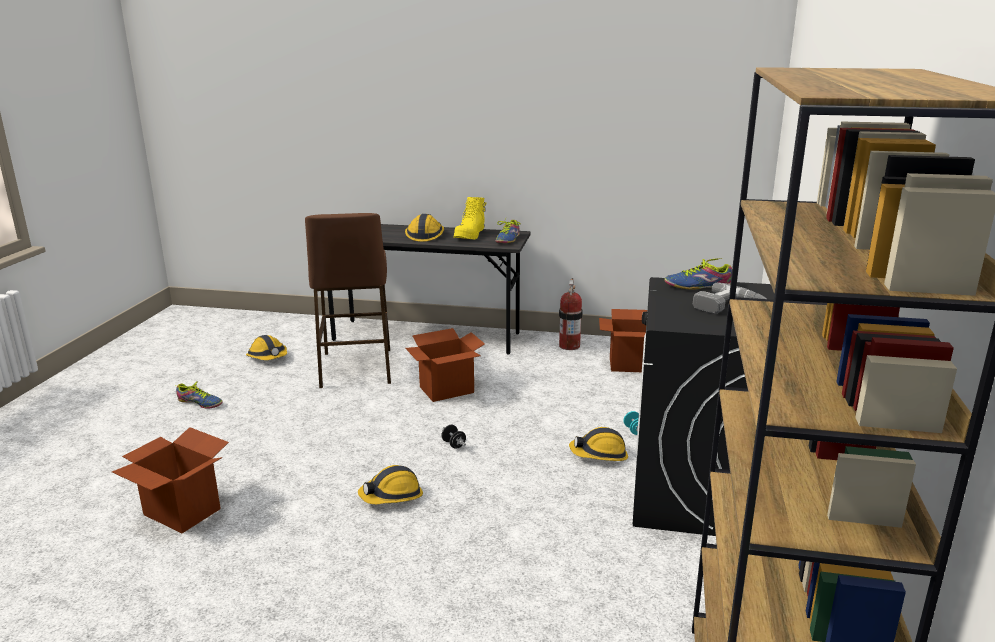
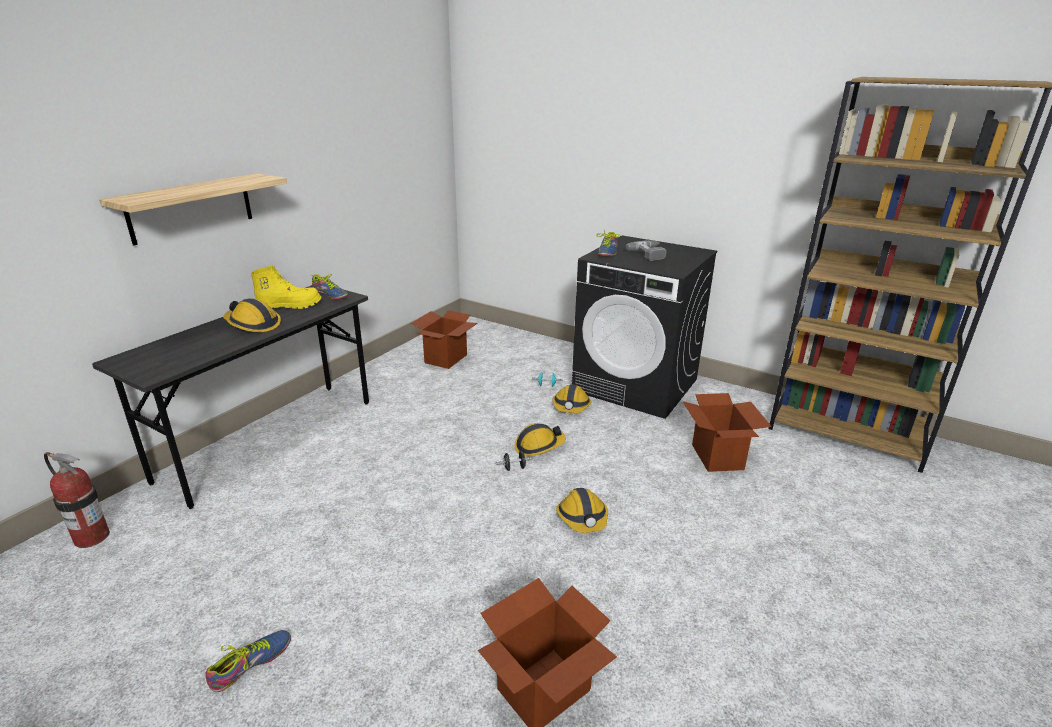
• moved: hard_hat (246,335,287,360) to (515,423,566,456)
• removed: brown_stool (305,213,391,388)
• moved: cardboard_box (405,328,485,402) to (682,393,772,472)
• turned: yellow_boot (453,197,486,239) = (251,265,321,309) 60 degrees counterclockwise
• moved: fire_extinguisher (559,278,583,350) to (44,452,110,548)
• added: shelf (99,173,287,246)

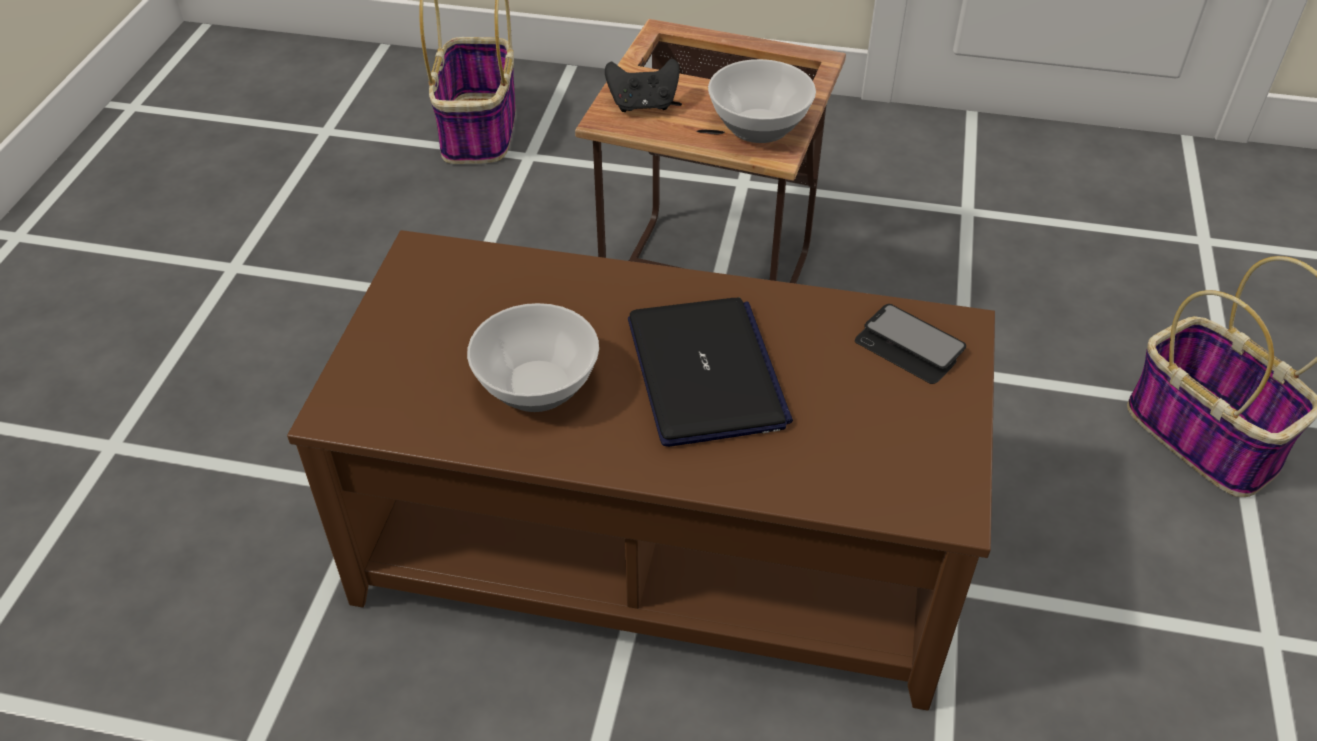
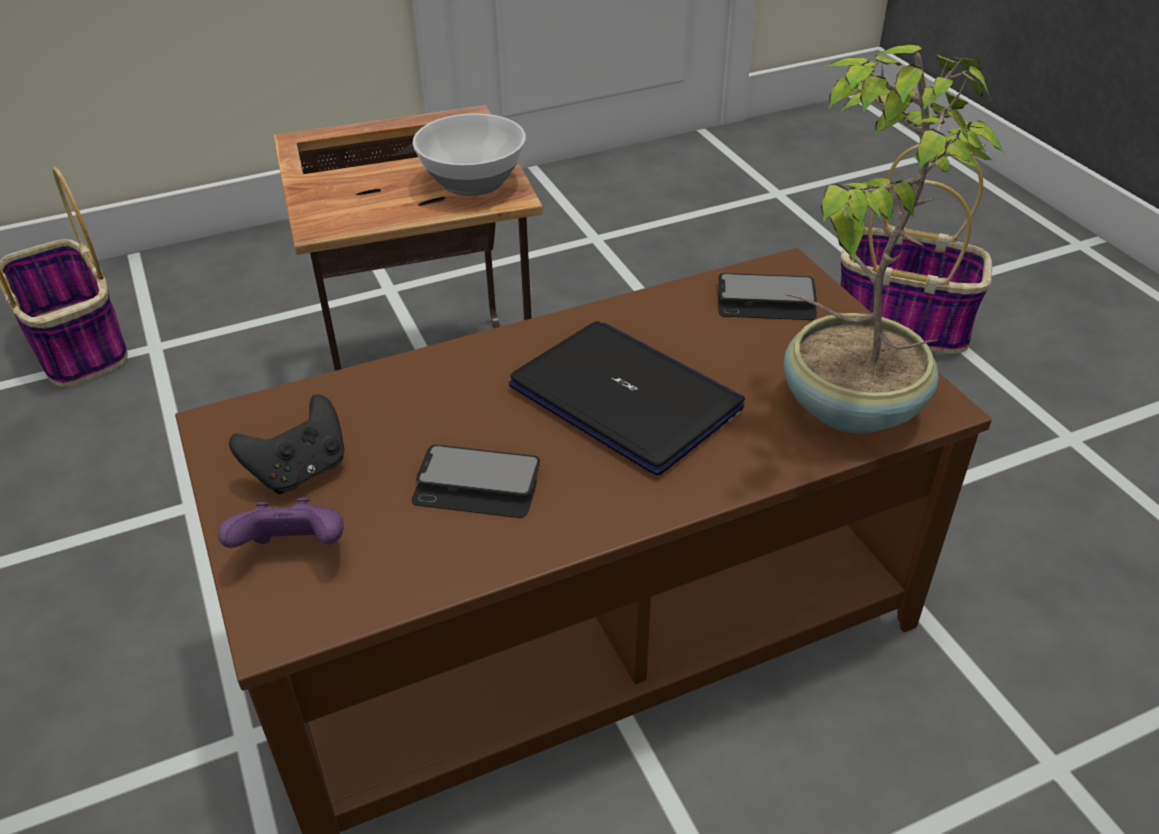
• replaced: bowl (467,303,599,412) to phone (412,445,540,518)
• moved: black_game_controller (605,58,680,112) to (229,395,344,494)
• added: purple_game_controller (218,498,344,548)
• added: potted_plant (784,45,1005,434)

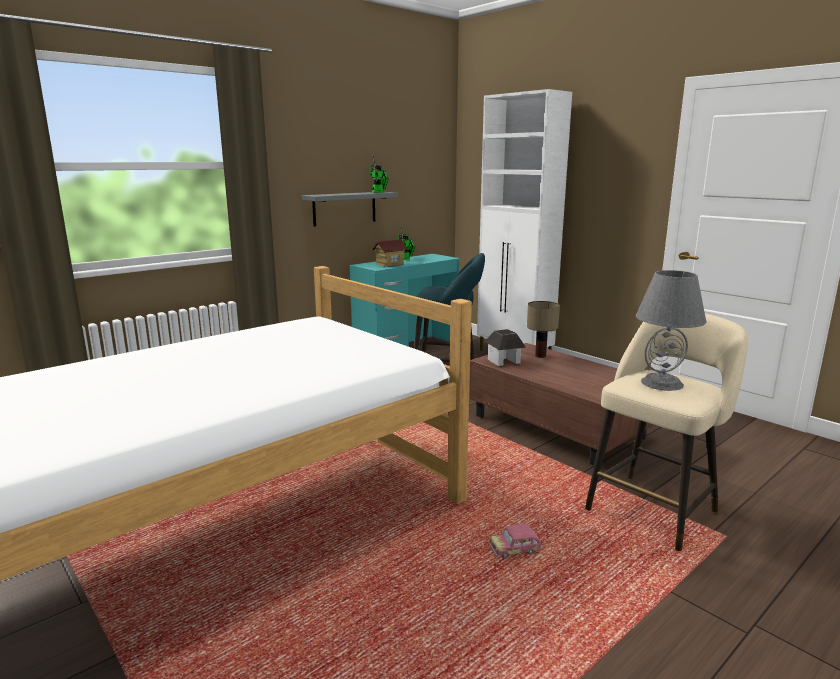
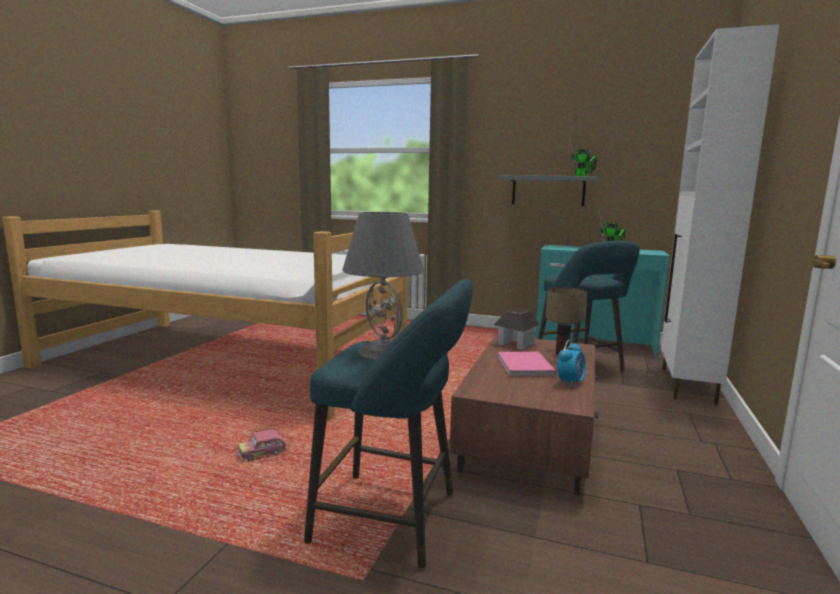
• removed: toy_house (371,239,409,267)
• turned: toy_car (489,524,542,558) = (238,430,287,461) 75 degrees counterclockwise
• recoloured: beige_stool (585,313,748,551) to turquoise_stool (304,279,473,569)
• added: pink_book (498,352,557,377)
• added: alarm_clock (557,340,586,388)

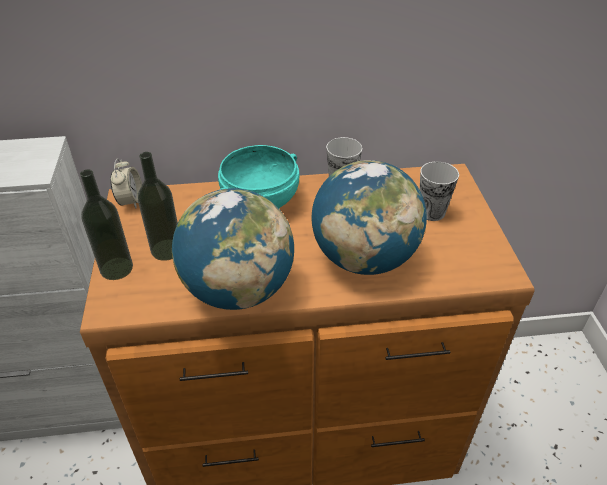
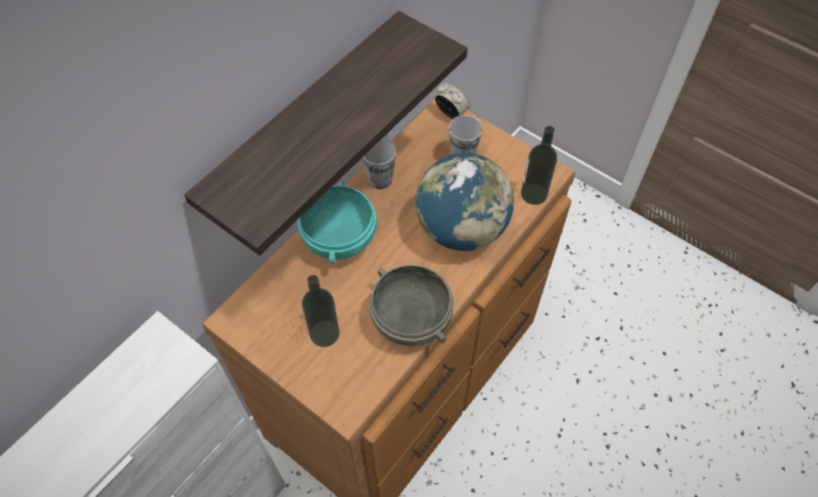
• moved: bottle (80,169,133,280) to (521,126,557,205)
• moved: alarm_clock (110,158,142,209) to (435,83,470,119)
• replaced: globe (172,188,294,310) to grey_bowl (369,265,454,346)
• added: shelf (184,11,468,256)

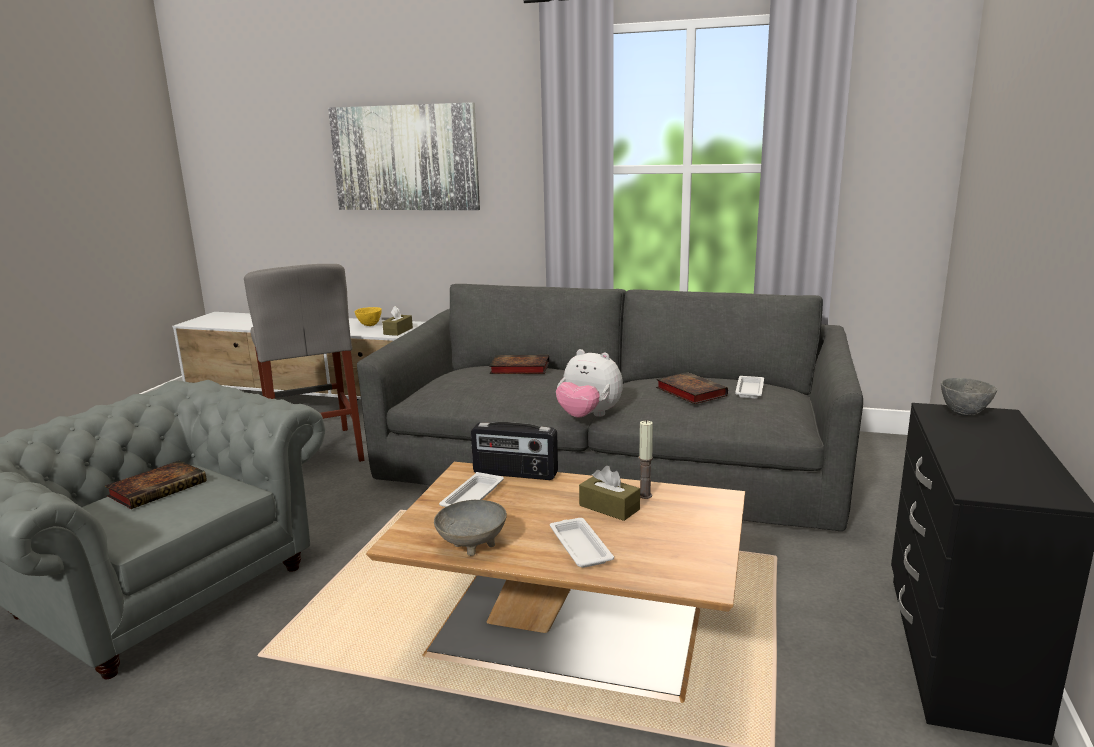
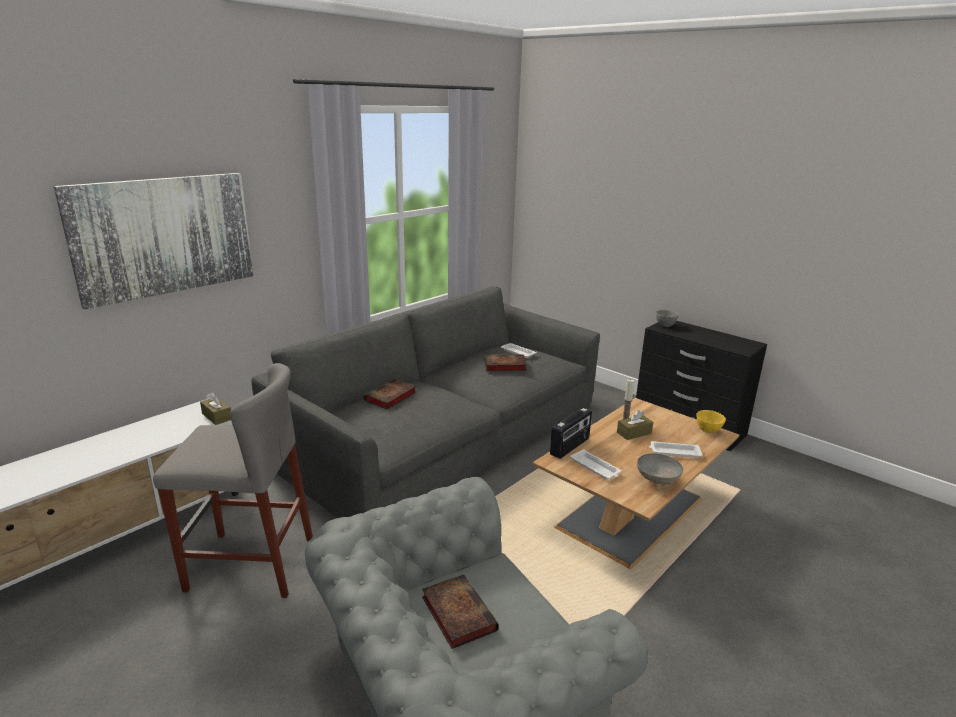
• moved: yellow_bowl (355,307,382,326) to (696,410,726,433)
• removed: plush_toy (556,349,623,418)

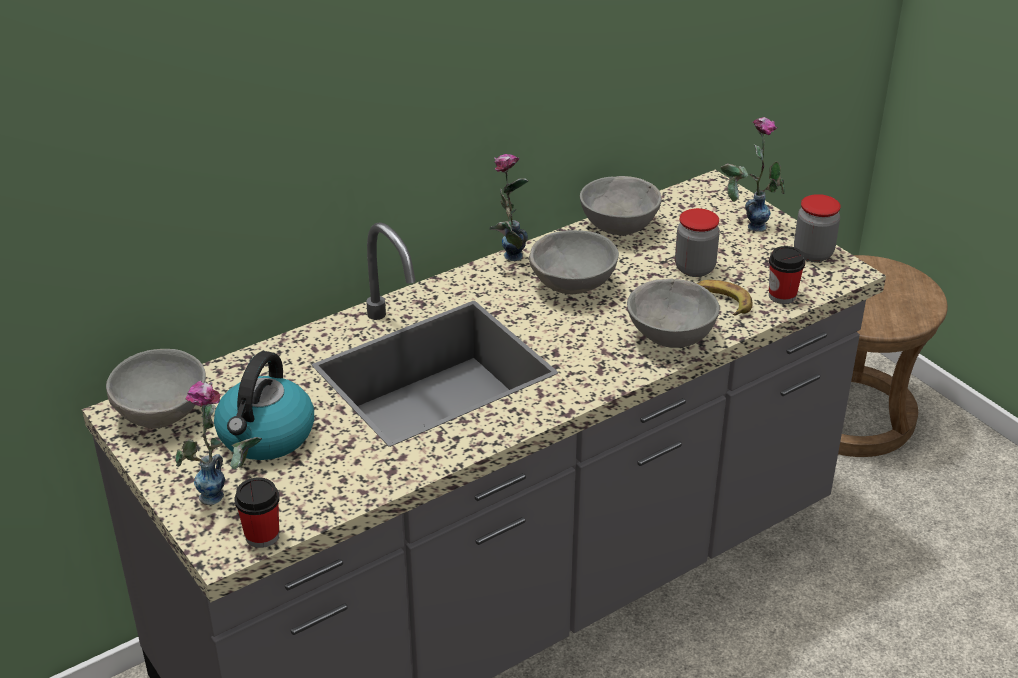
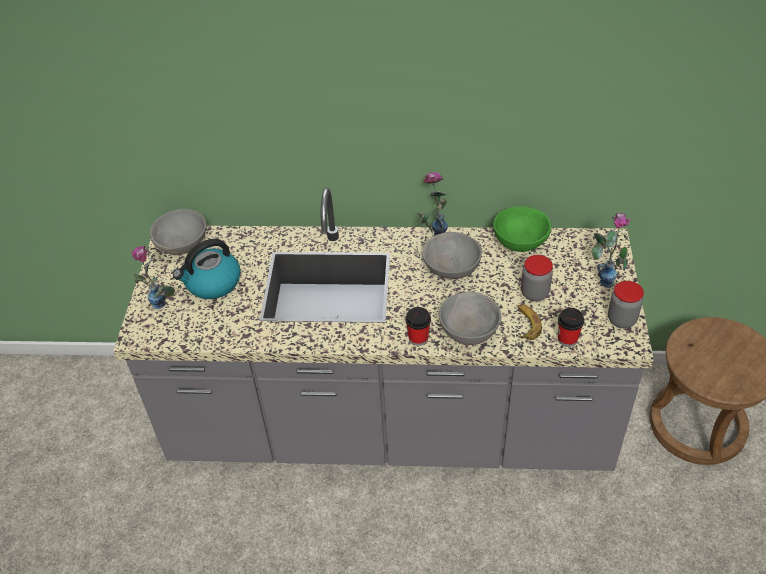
• moved: cup (234,477,280,548) to (405,307,431,346)
• recoloured: grey_bowl (580,176,662,235) to green_bowl (493,206,551,252)

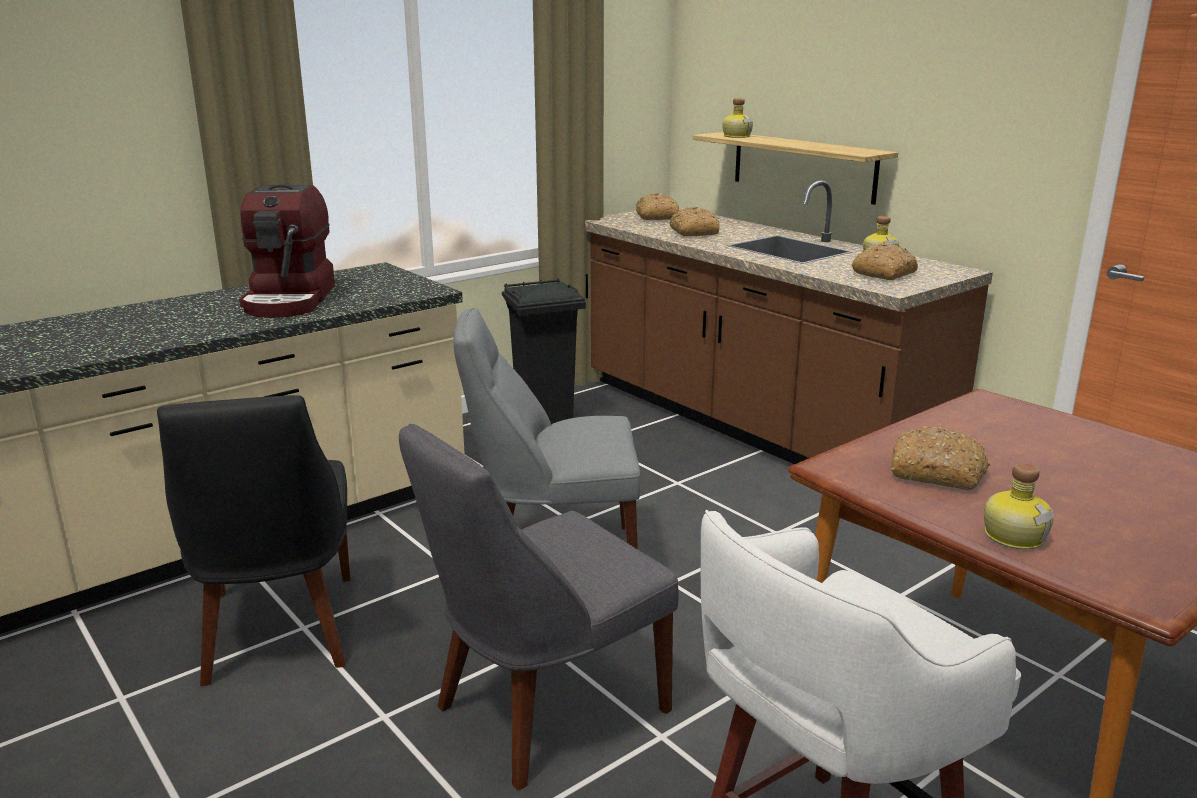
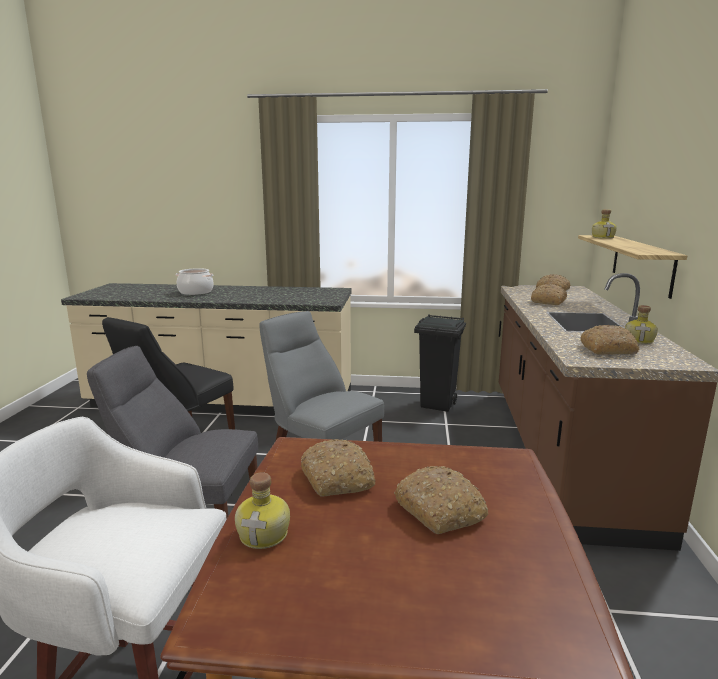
• removed: coffee_machine (239,184,335,318)
• added: cooking_pot (176,268,214,295)
• added: bread (394,466,488,534)

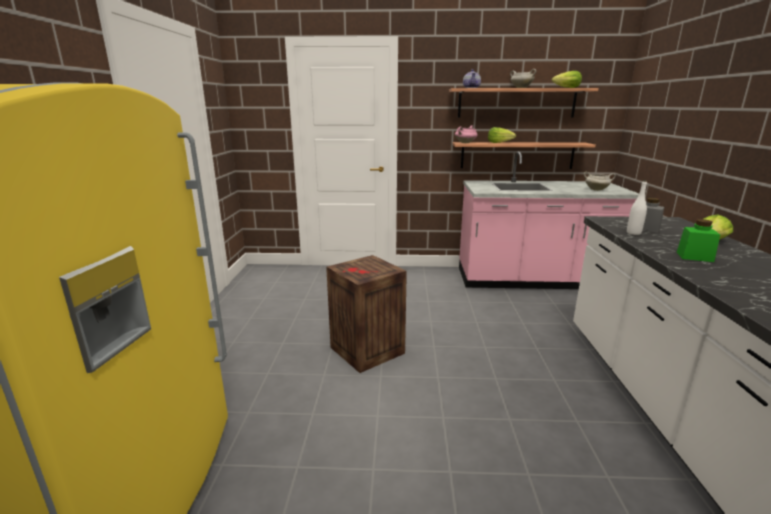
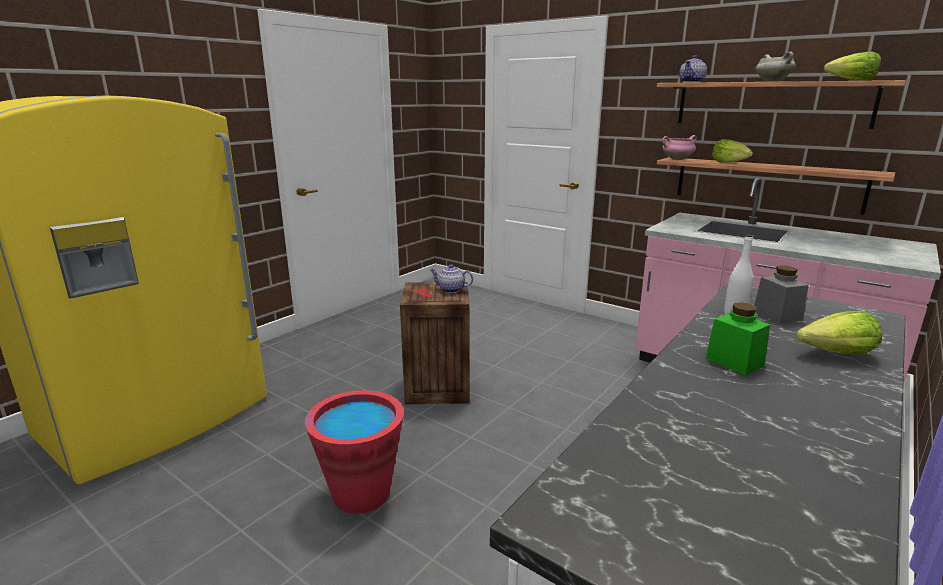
• removed: white_cooking_pot (584,172,615,191)
• added: red_bucket (305,390,404,514)
• added: teapot (430,264,473,293)

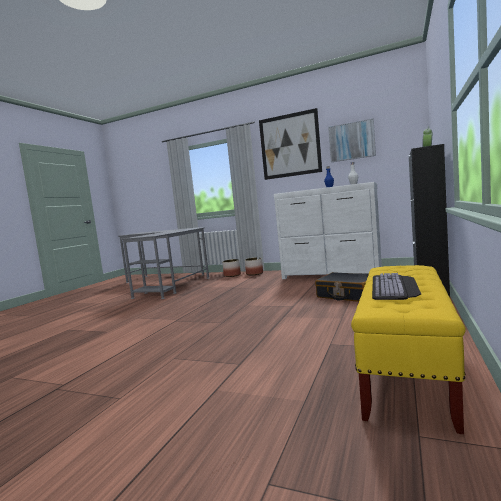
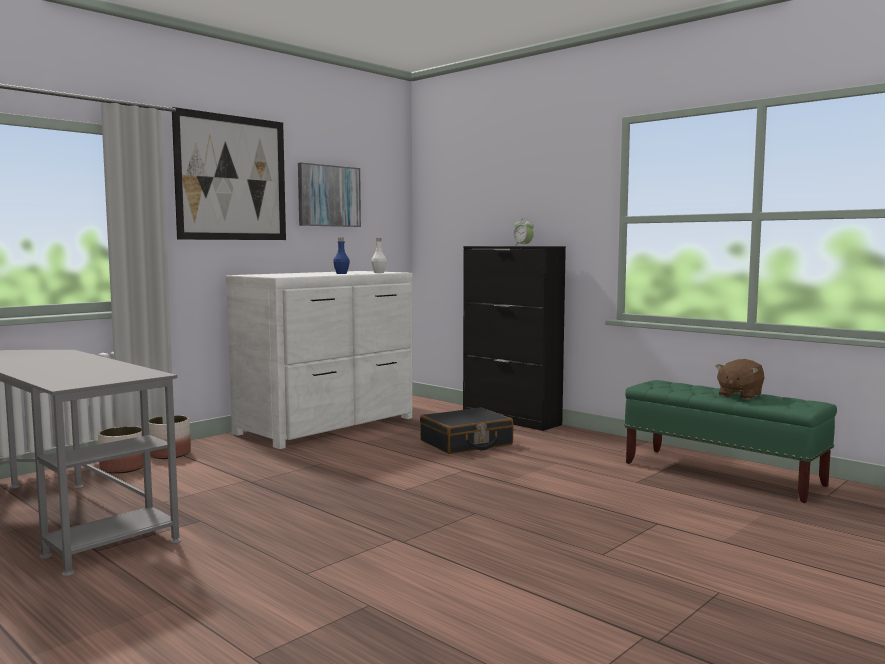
• recoloured: yellow_bench (351,265,466,434) to green_bench (624,380,837,503)
• replaced: keyboard (372,273,421,300) to brown_plush_toy (716,359,765,400)

